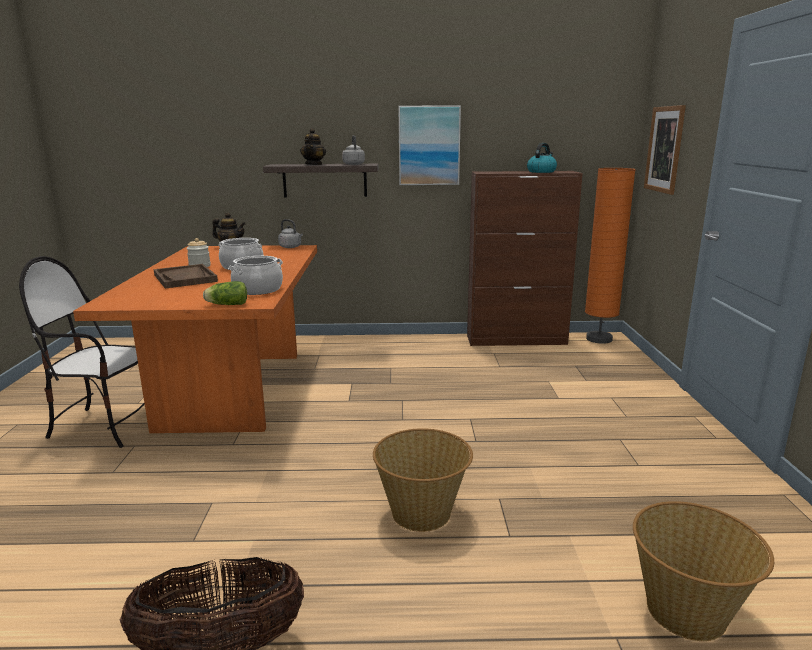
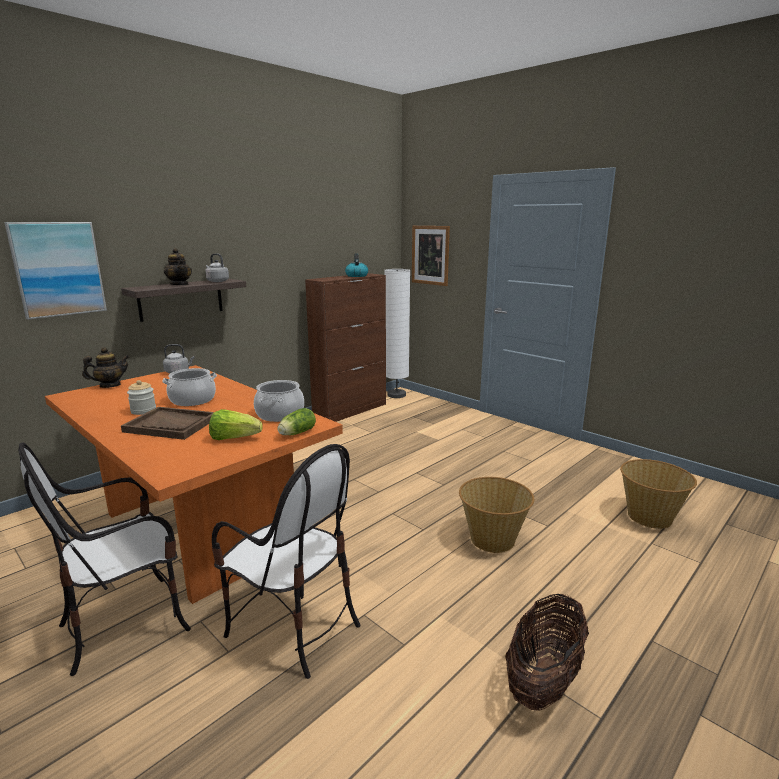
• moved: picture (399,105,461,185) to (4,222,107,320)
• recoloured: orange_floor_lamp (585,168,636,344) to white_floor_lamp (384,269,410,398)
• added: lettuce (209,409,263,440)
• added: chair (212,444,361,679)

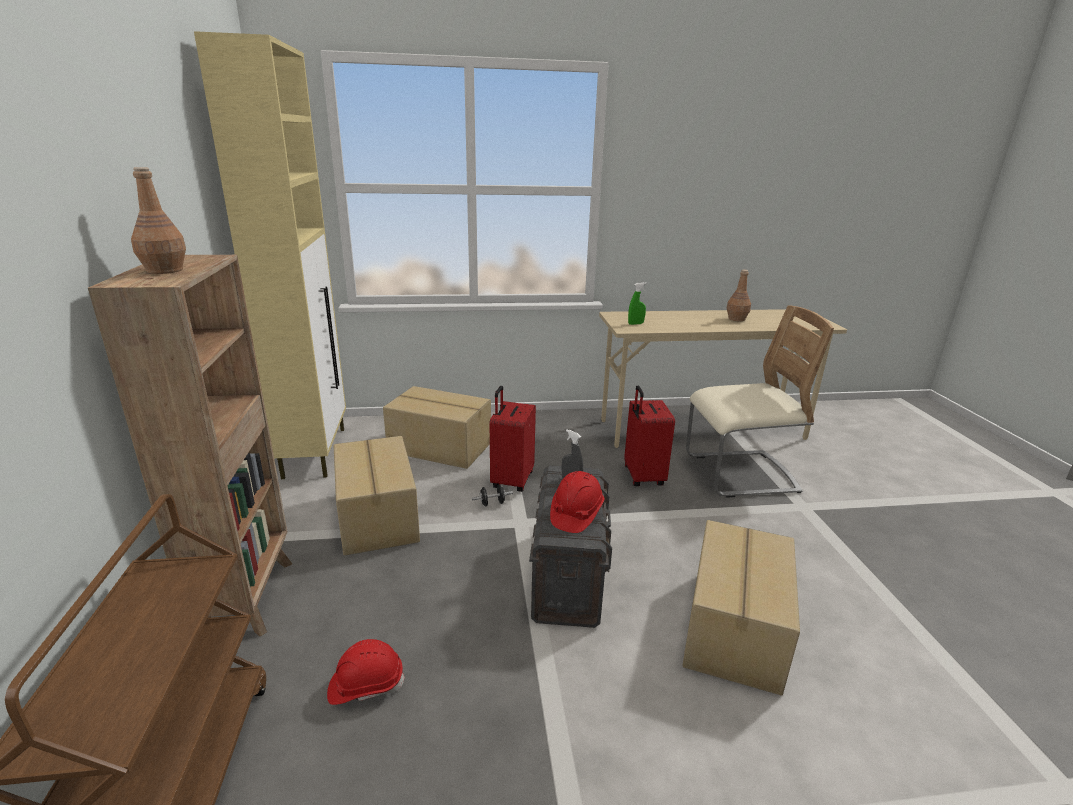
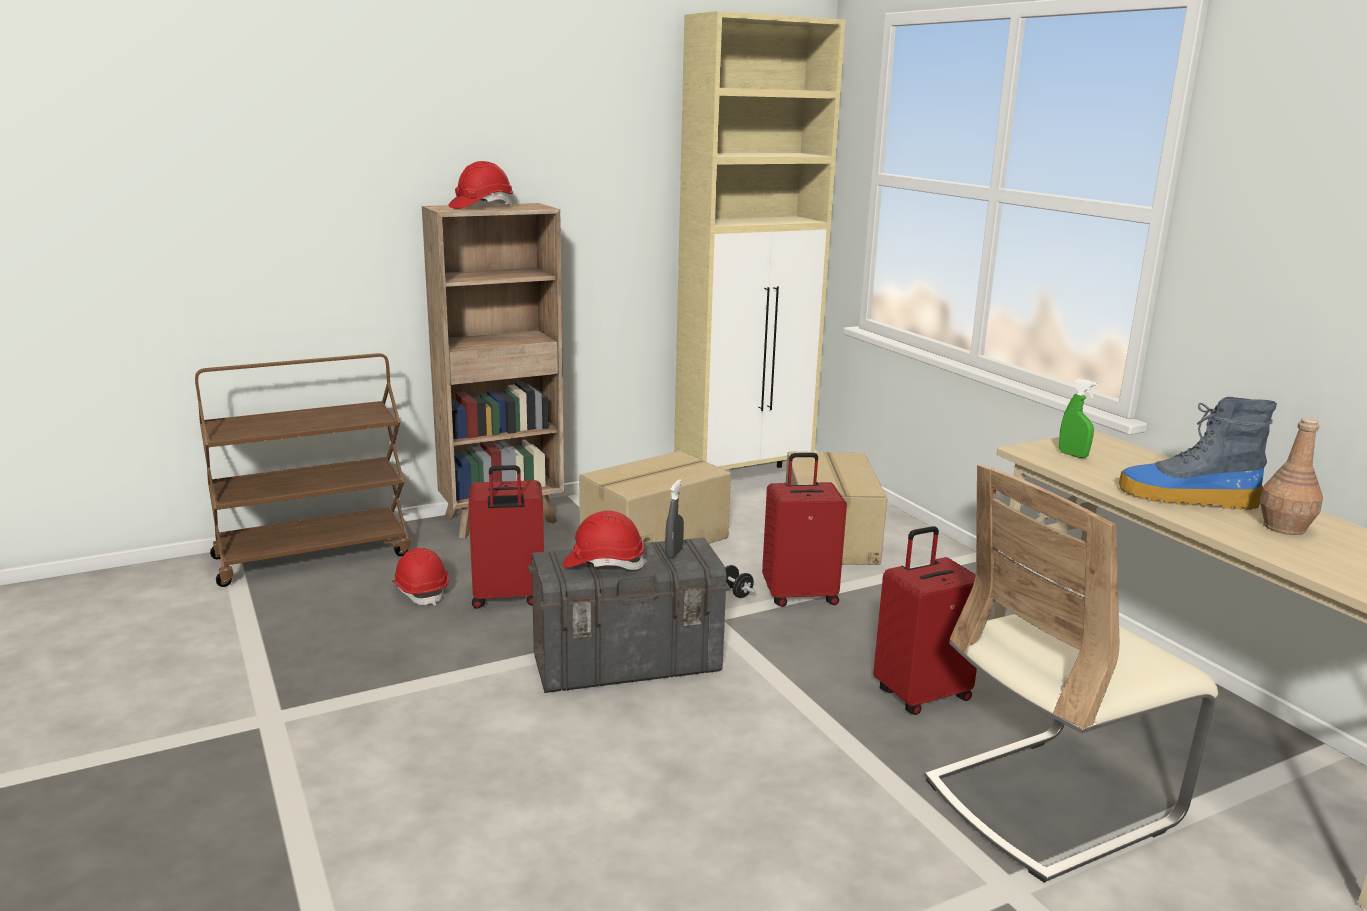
• replaced: brown_bottle (131,167,186,274) to red_hard_hat (448,161,513,209)
• removed: cardboard_box (683,520,800,695)
• turned: beige_chair (686,305,834,498) = (925,464,1218,883) 90 degrees clockwise
• added: red_suitcase (469,465,544,609)
• added: boot (1119,397,1277,510)

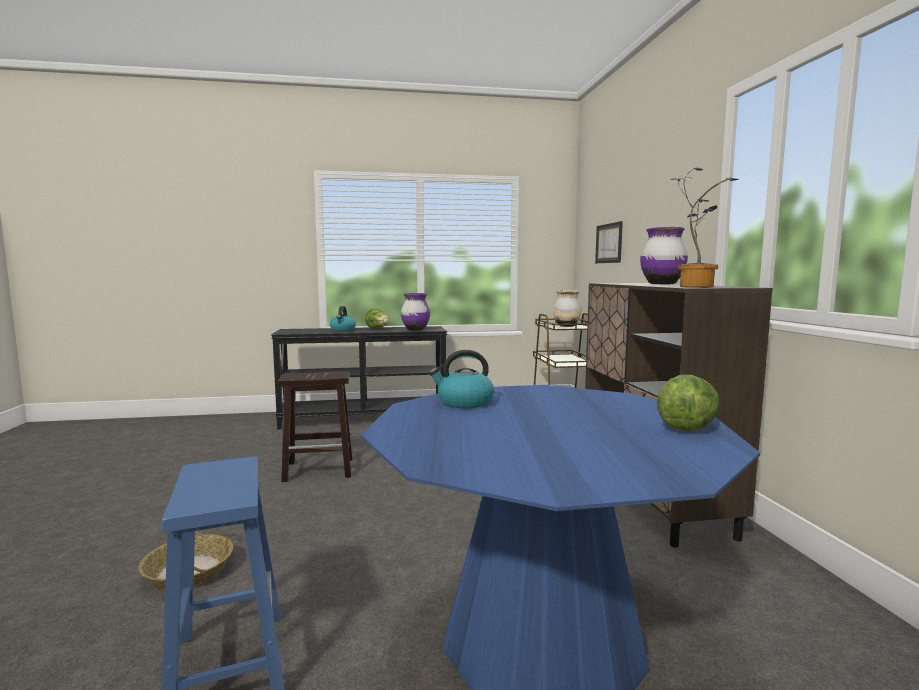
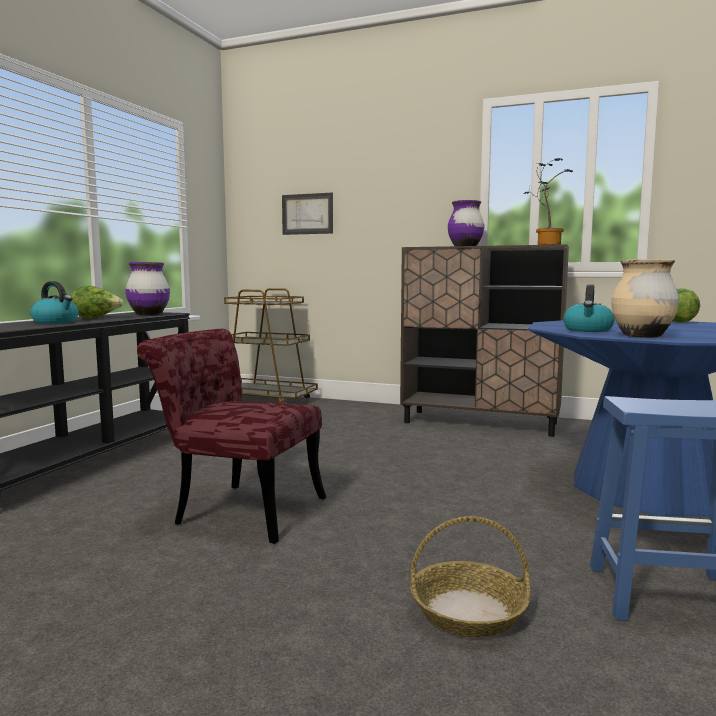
• replaced: brown_stool (278,371,352,482) to red_chair (137,329,326,544)
• moved: beige_vase (553,290,582,327) to (611,259,679,338)

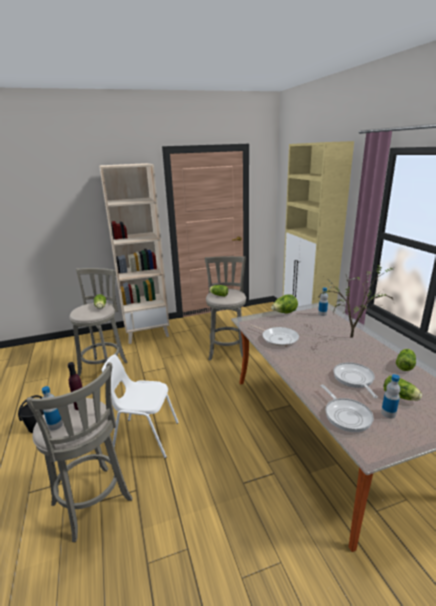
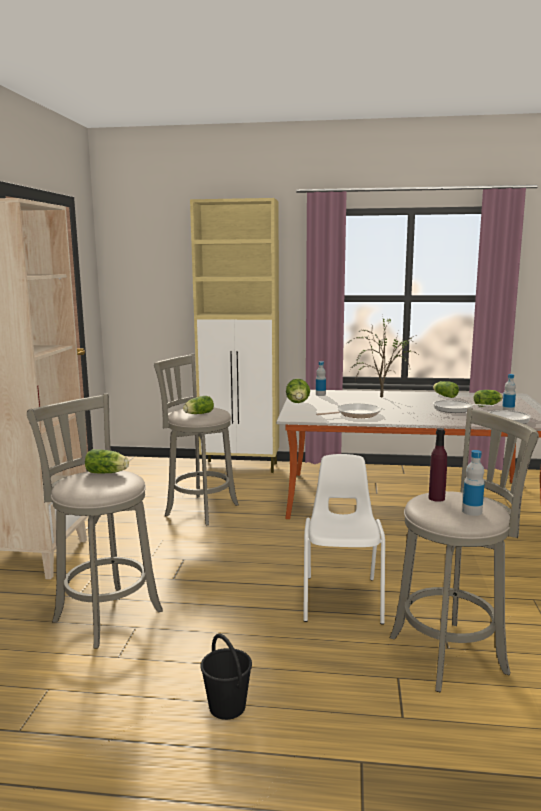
• turned: white_chair (102,354,179,458) = (303,454,385,625) 150 degrees clockwise

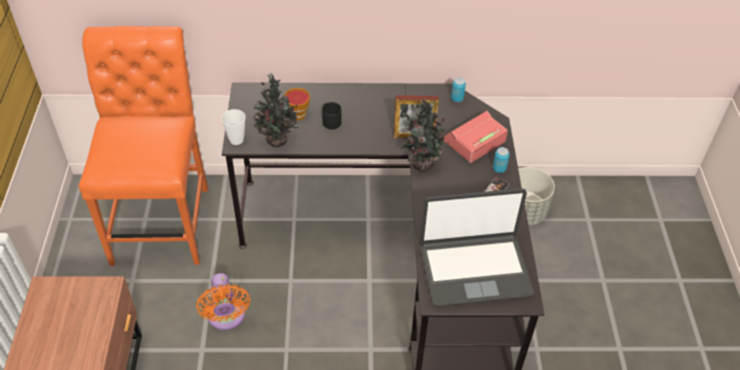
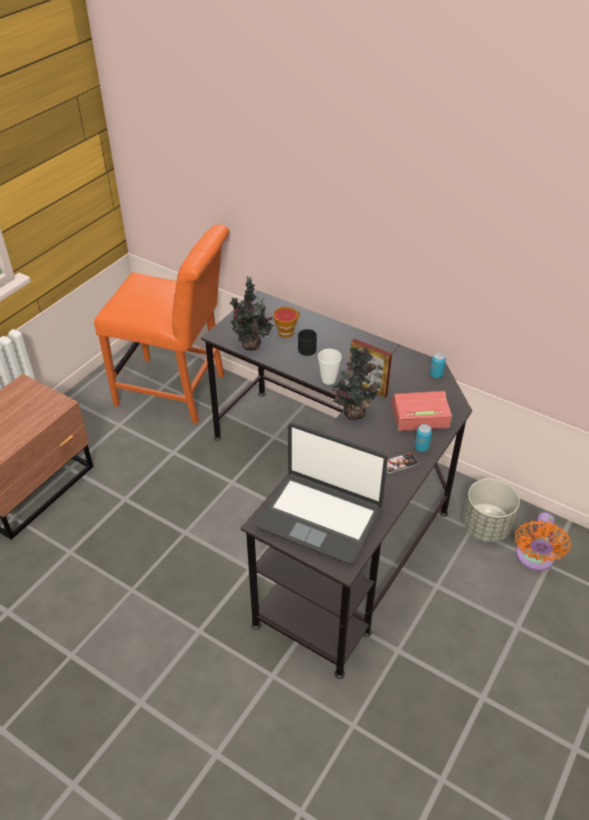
• turned: orange_chair (79,26,208,266) = (94,224,229,424) 75 degrees clockwise
• moved: orange_fan (196,273,251,330) to (515,512,571,571)
• moved: cup (221,109,246,145) to (318,349,342,385)

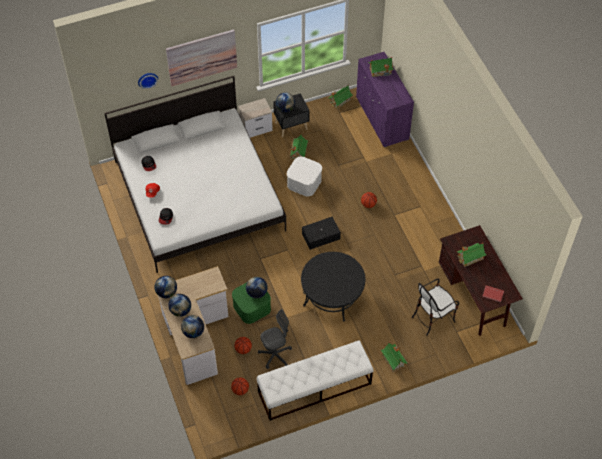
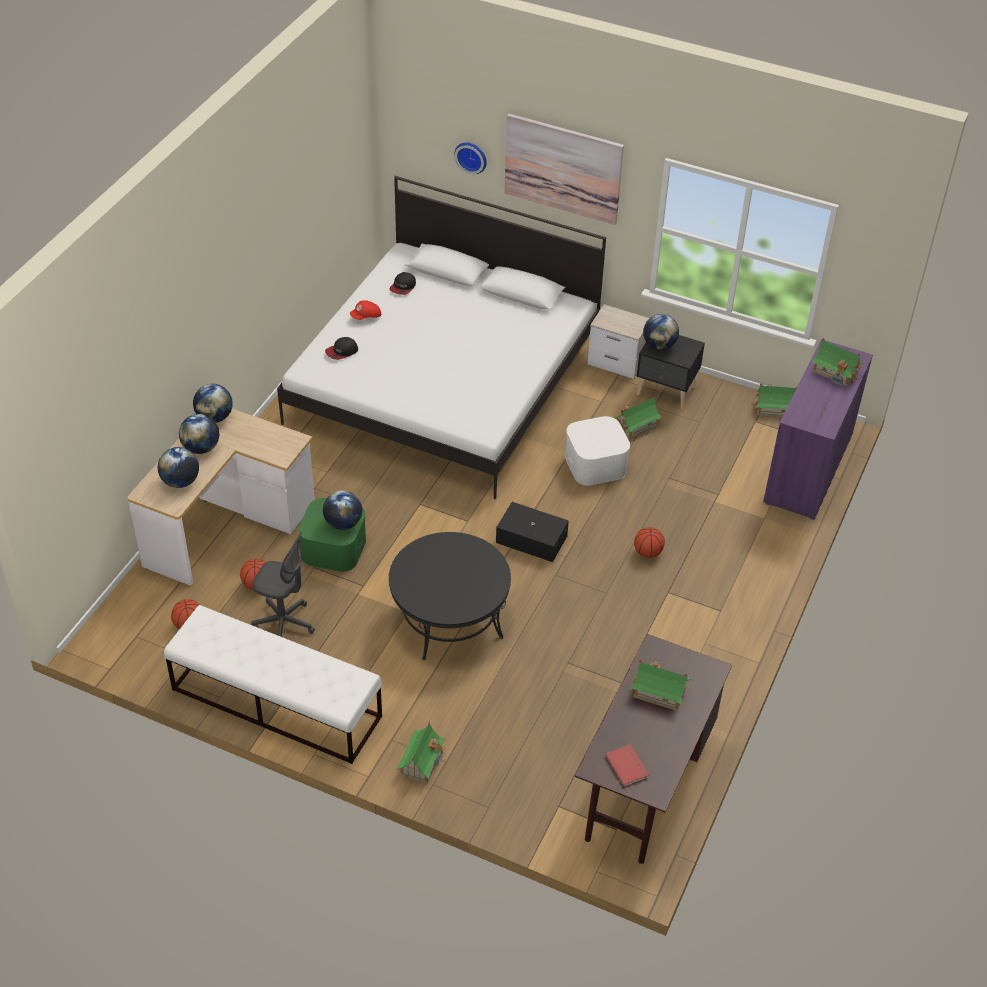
• removed: chair (412,279,459,336)

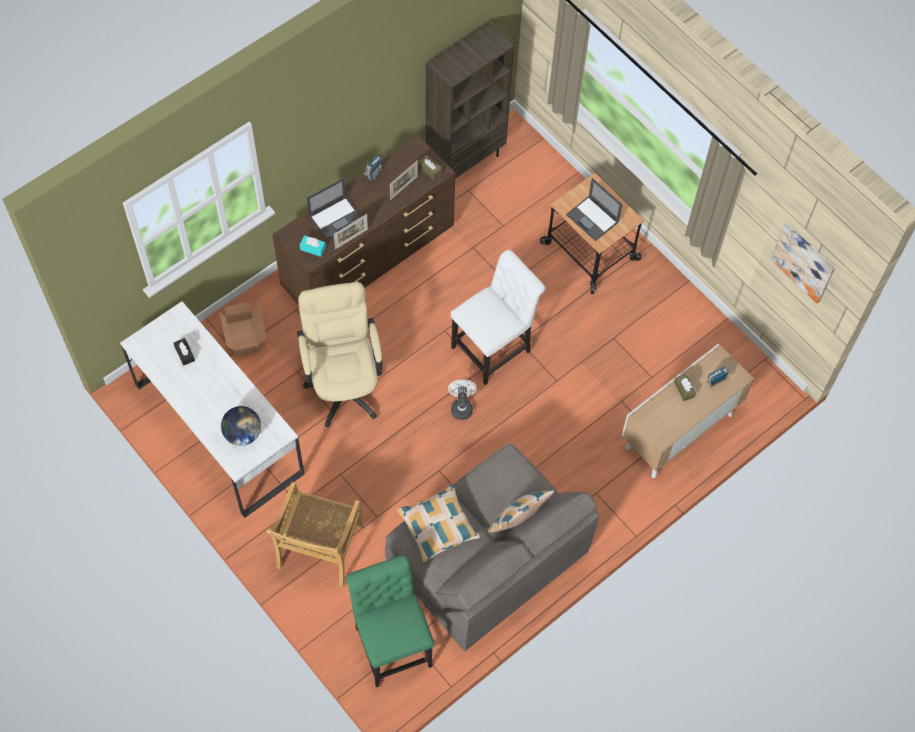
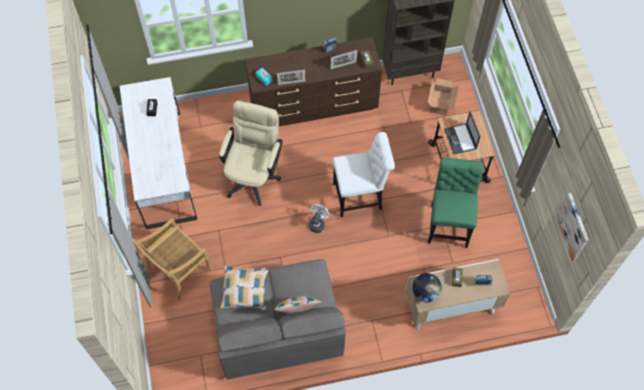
• moved: cardboard_box (219,302,267,357) to (428,78,459,115)
• moved: globe (221,406,261,446) to (412,273,442,302)
• removed: laptop (307,178,361,240)
• moved: green_chair (346,555,434,687) to (428,158,484,248)

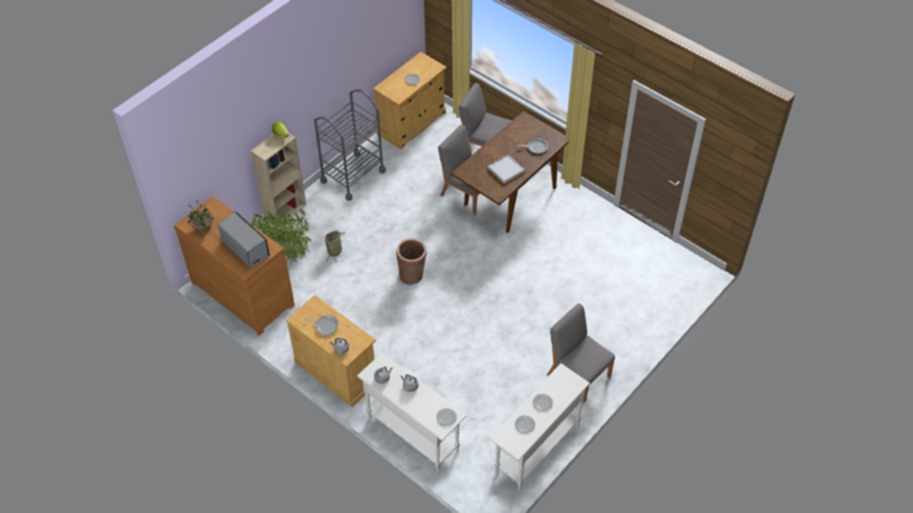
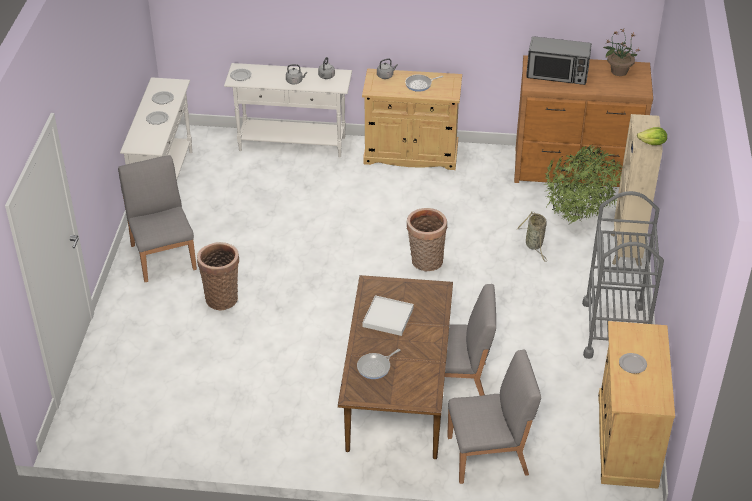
• turned: grey_chair (547,303,615,403) = (118,155,197,282) 120 degrees counterclockwise
• added: basket (197,242,239,310)

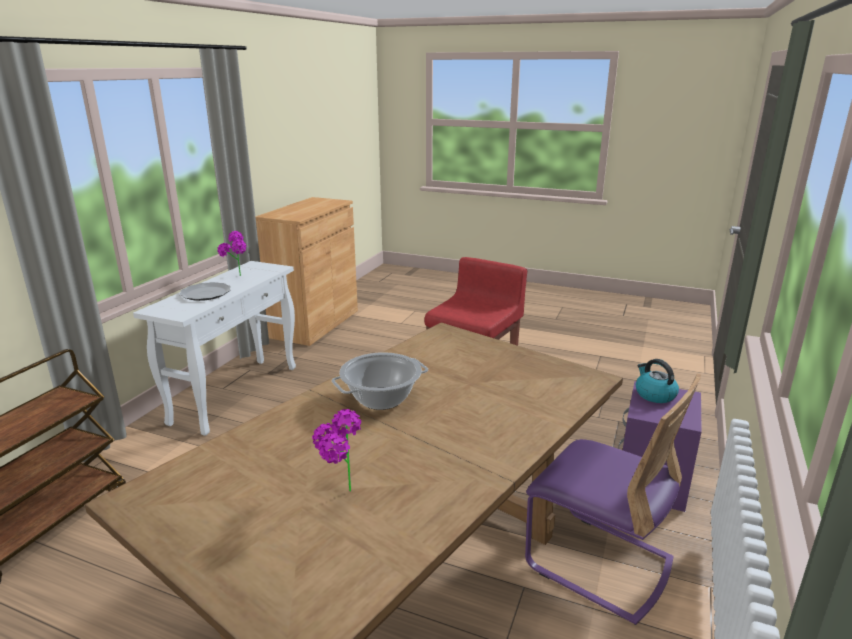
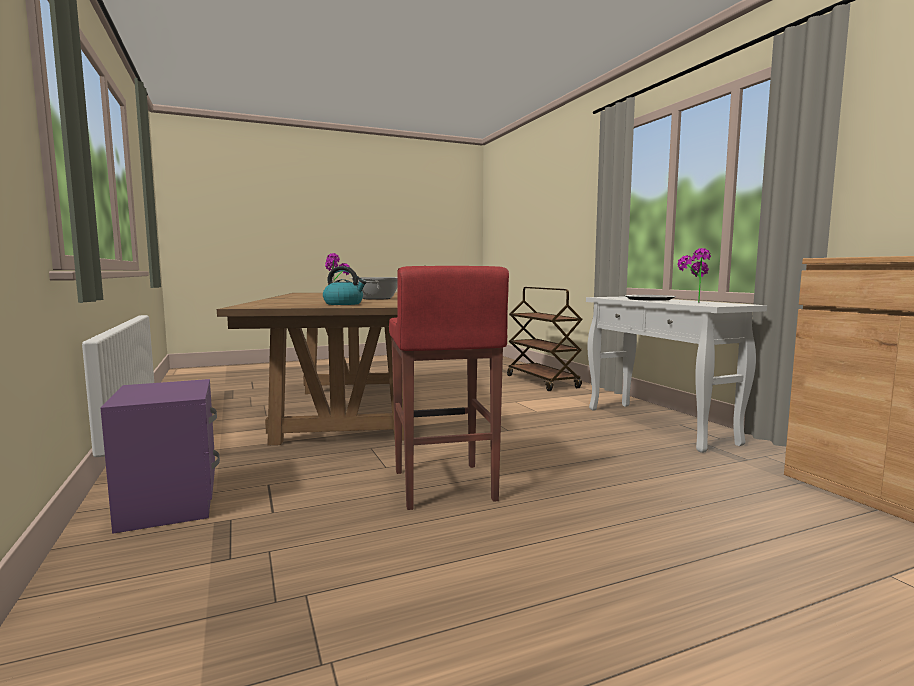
• removed: purple_chair (525,374,701,625)
• moved: kettle (636,359,679,403) to (323,266,367,305)

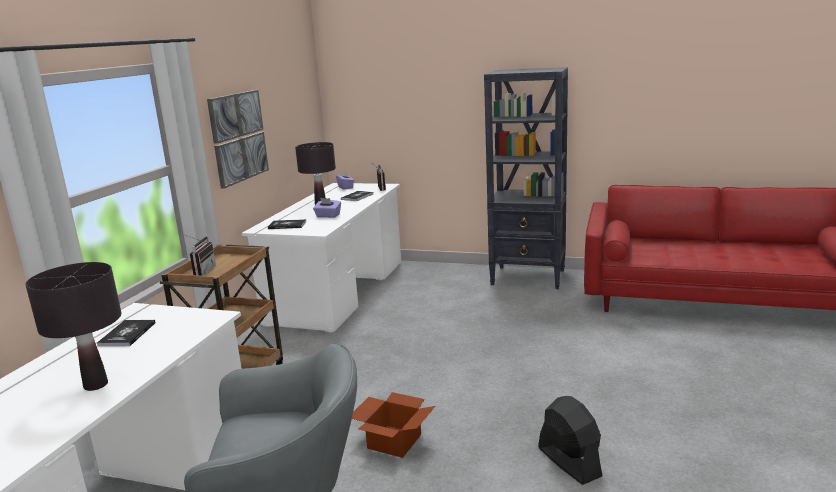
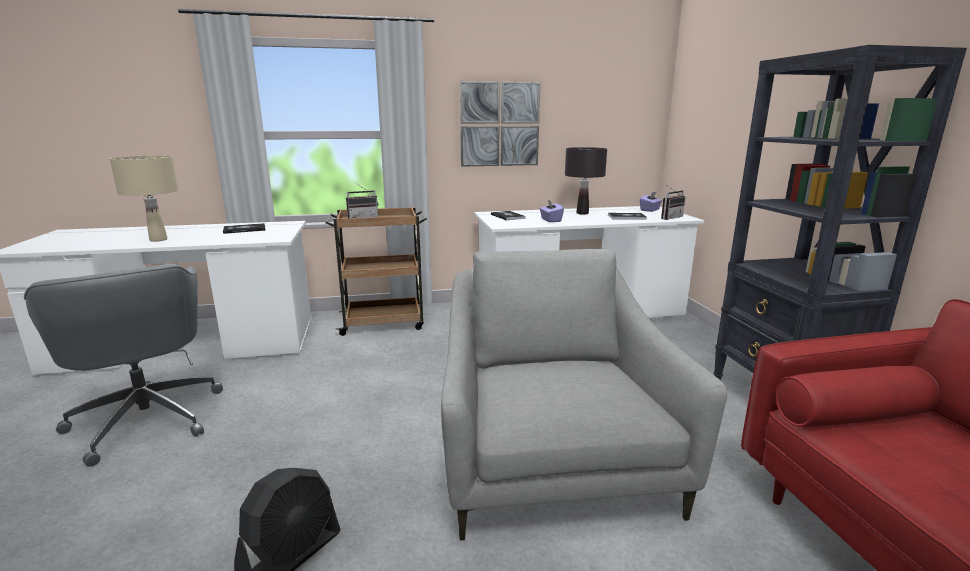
• recoloured: black_table_lamp (25,262,121,391) to beige_table_lamp (110,155,178,242)
• removed: cardboard_box (352,392,435,458)
• added: grey_armchair (441,249,727,540)

